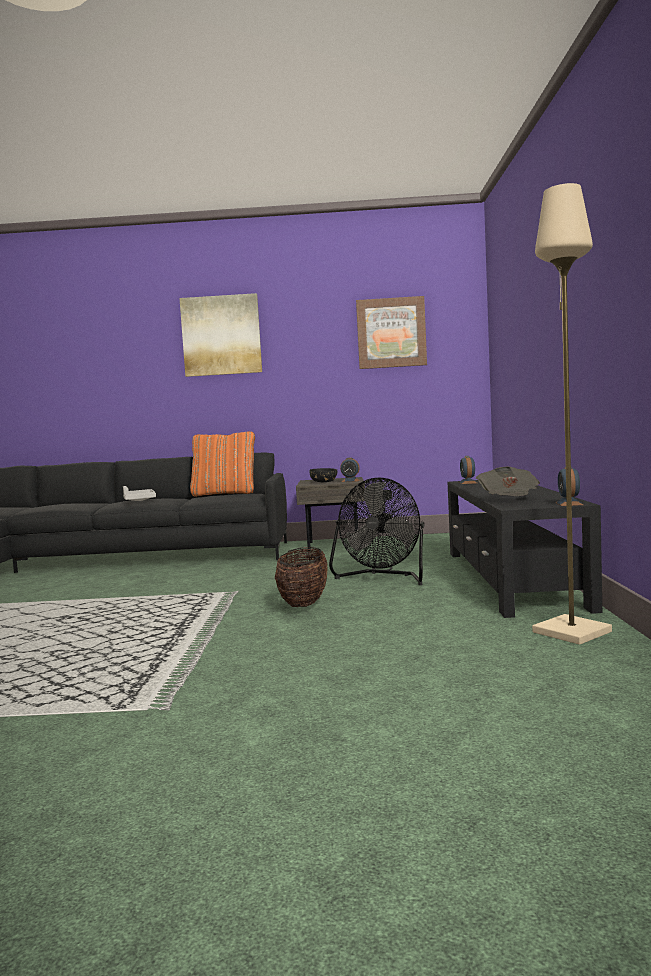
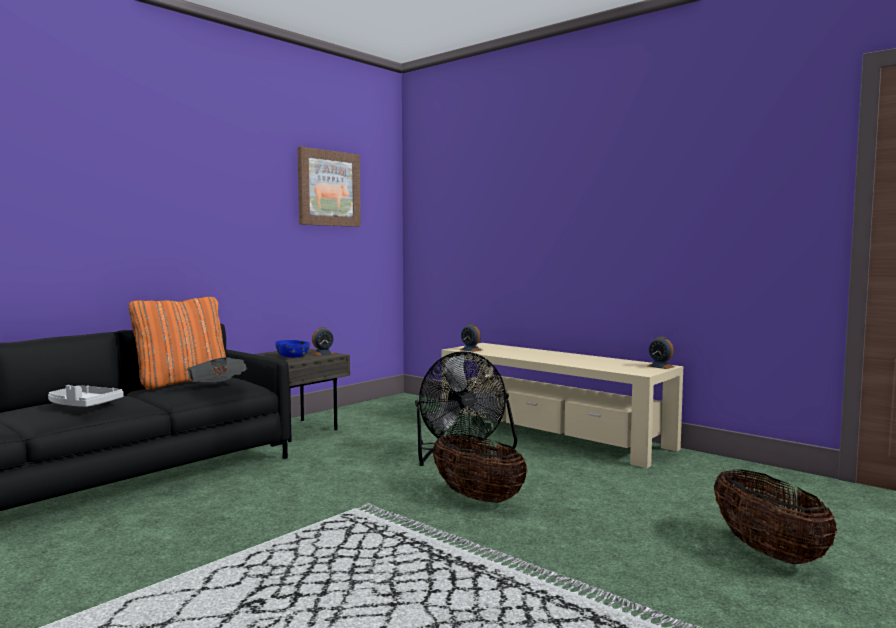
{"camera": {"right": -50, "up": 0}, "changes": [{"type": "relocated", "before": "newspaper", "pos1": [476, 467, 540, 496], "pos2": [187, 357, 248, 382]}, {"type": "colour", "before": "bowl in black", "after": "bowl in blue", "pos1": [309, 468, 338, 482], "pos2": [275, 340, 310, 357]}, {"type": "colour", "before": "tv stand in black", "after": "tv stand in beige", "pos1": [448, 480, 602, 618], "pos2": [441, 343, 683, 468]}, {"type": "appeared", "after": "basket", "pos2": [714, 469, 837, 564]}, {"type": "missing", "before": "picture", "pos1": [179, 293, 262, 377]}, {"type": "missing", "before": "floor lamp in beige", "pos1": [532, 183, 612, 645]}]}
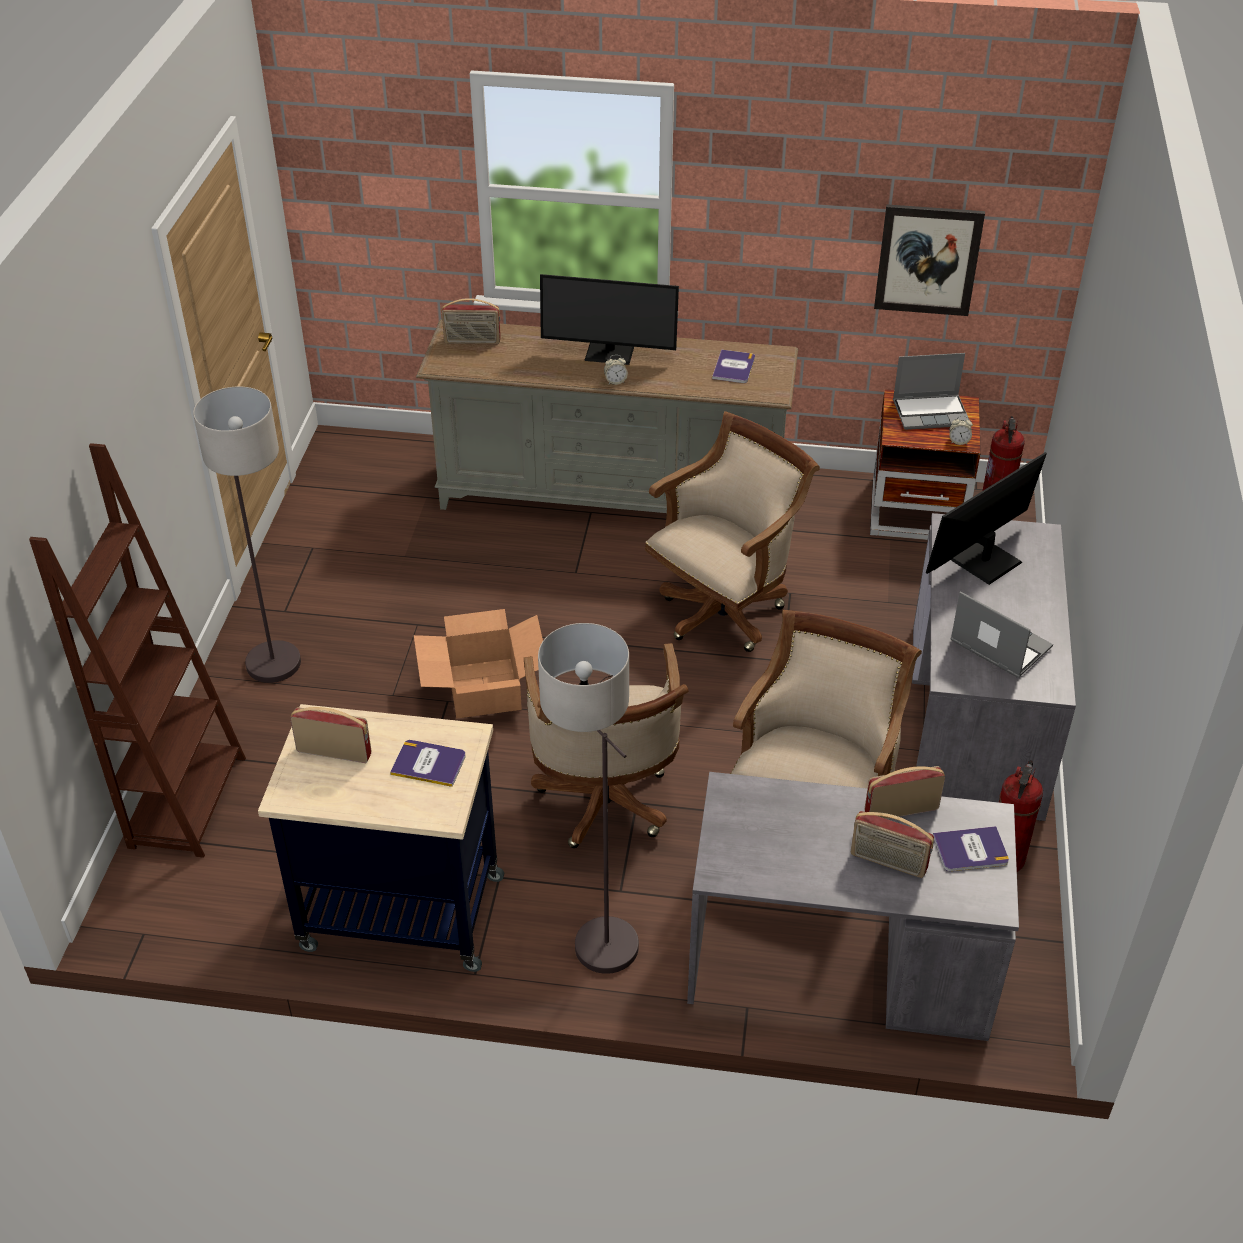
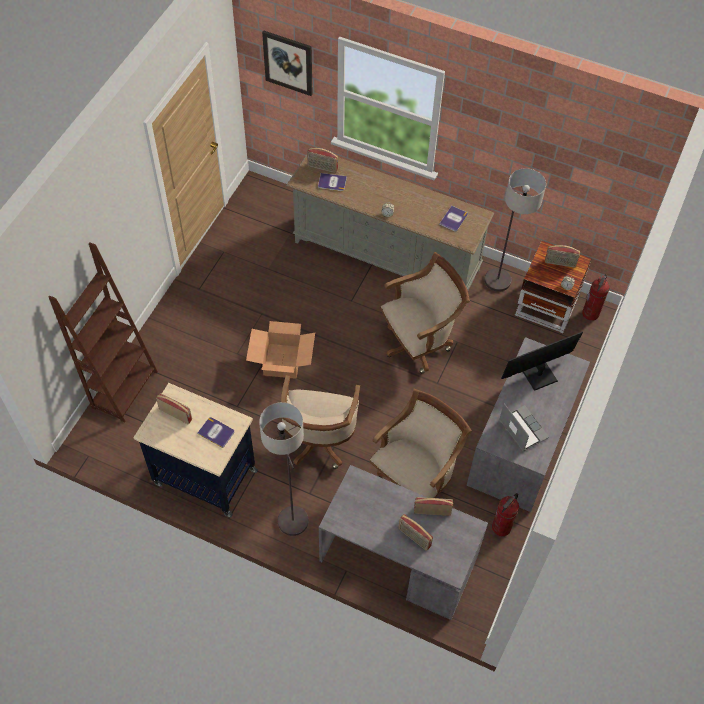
{"camera": {"right": 15, "up": 15}, "changes": [{"type": "relocated", "before": "picture", "pos1": [874, 204, 985, 316], "pos2": [262, 30, 313, 96]}, {"type": "relocated", "before": "book", "pos1": [933, 826, 1009, 871], "pos2": [318, 173, 347, 191]}, {"type": "relocated", "before": "floor lamp in grey", "pos1": [193, 387, 301, 683], "pos2": [484, 168, 546, 292]}, {"type": "exchanged", "before": "laptop", "after": "radio", "pos1": [893, 353, 970, 430], "pos2": [545, 245, 580, 268]}, {"type": "missing", "before": "monitor", "pos1": [540, 274, 679, 365]}]}
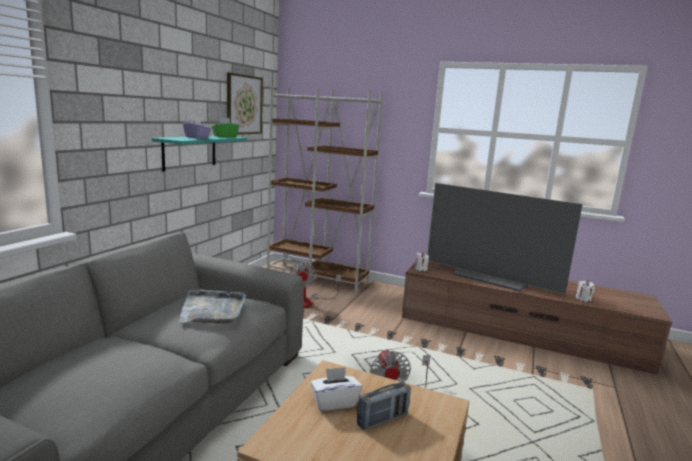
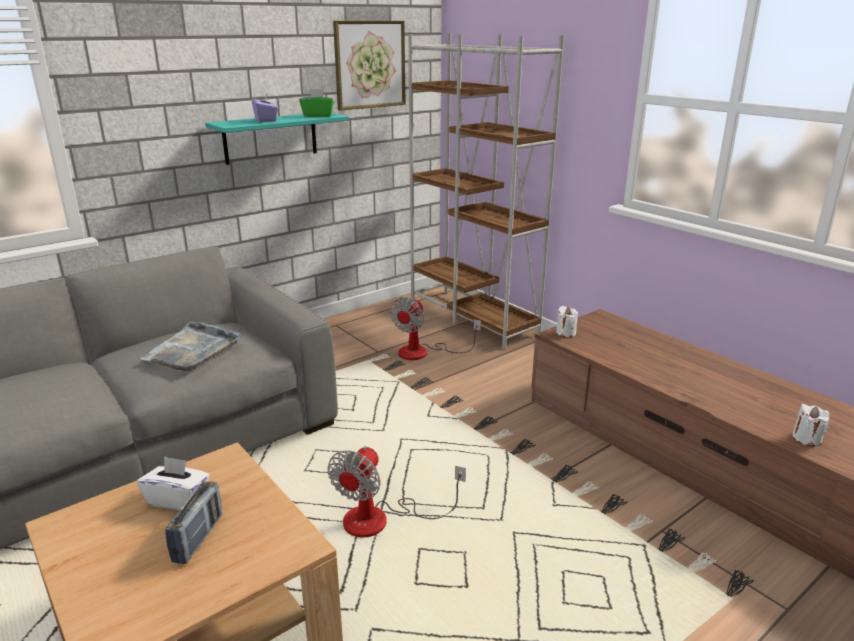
{"camera": {"right": 30, "up": 10}, "changes": [{"type": "spun", "before": "radio", "pos1": [357, 382, 411, 430], "pos2": [165, 481, 222, 564], "turn": -75}, {"type": "missing", "before": "television", "pos1": [428, 183, 583, 294]}]}
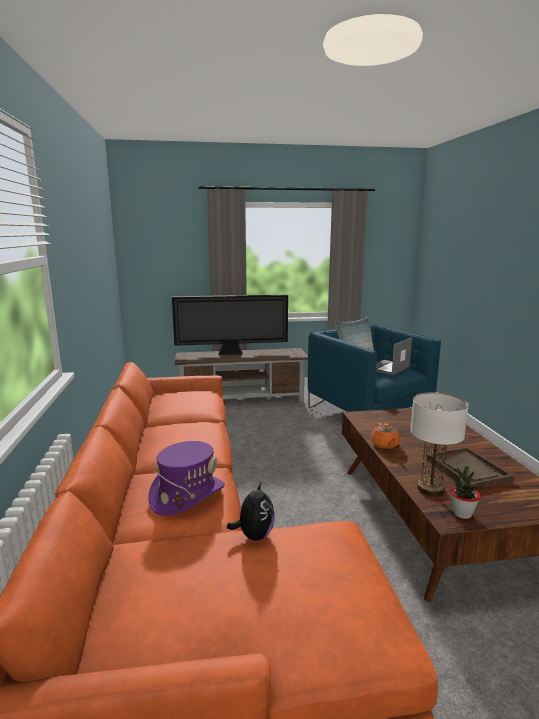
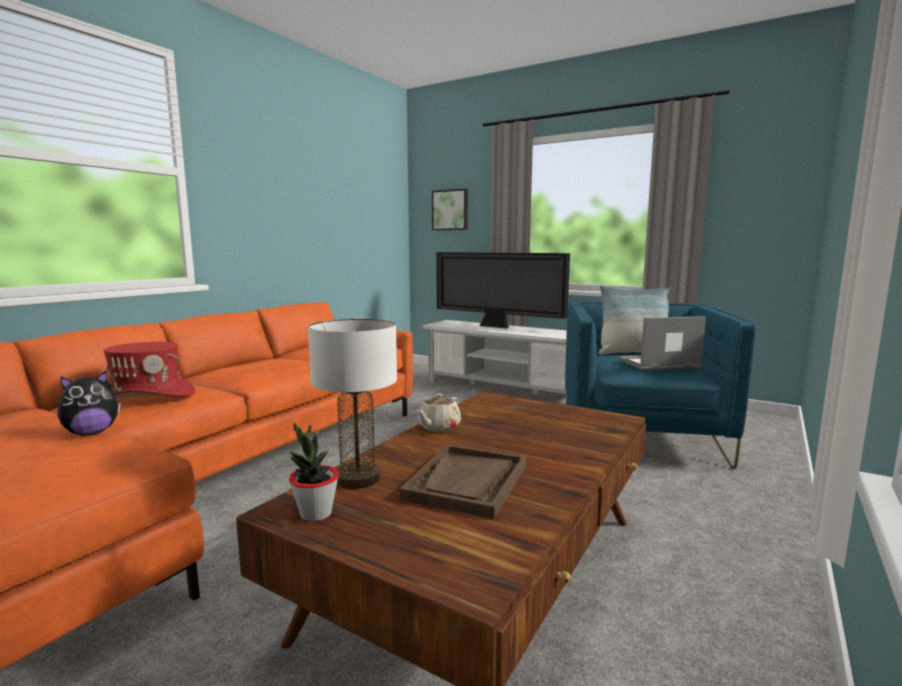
{"camera": {"right": 40, "up": -5}, "changes": [{"type": "colour", "before": "hat in purple", "after": "hat in red", "pos1": [148, 441, 225, 516], "pos2": [104, 342, 196, 398]}, {"type": "colour", "before": "teapot in orange", "after": "teapot in beige", "pos1": [371, 423, 400, 449], "pos2": [417, 393, 461, 432]}, {"type": "colour", "before": "tv stand in brown", "after": "tv stand in white", "pos1": [174, 348, 308, 403], "pos2": [423, 320, 567, 399]}, {"type": "appeared", "after": "picture", "pos2": [432, 189, 468, 230]}]}
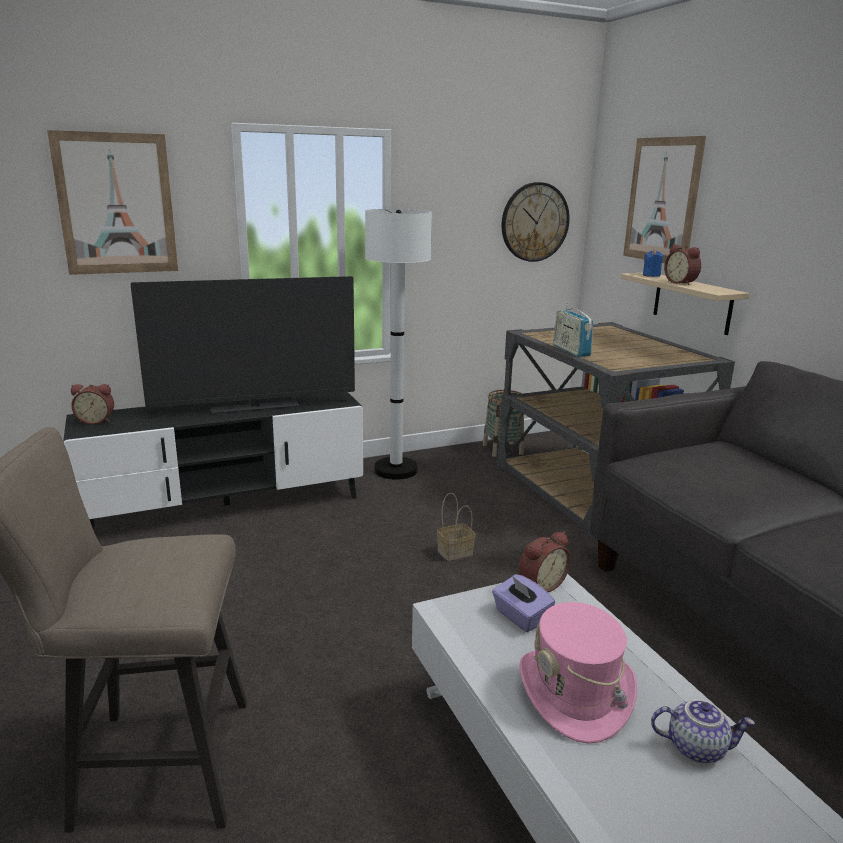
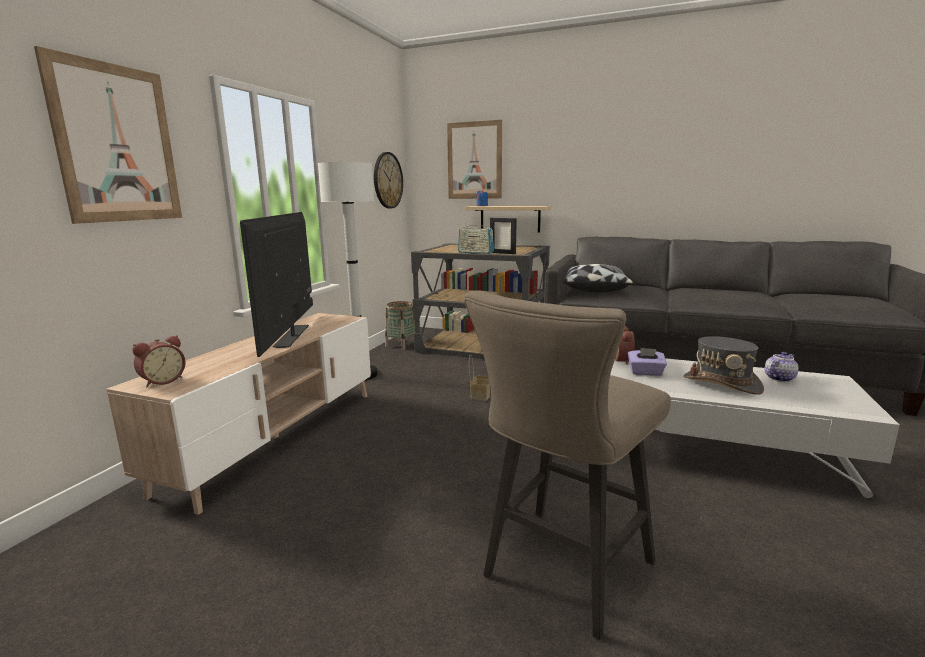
{"camera": {"right": -45, "up": -5}, "changes": [{"type": "colour", "before": "tv stand in black", "after": "tv stand in beige", "pos1": [63, 392, 363, 530], "pos2": [107, 313, 371, 515]}, {"type": "spun", "before": "television", "pos1": [130, 276, 355, 414], "pos2": [240, 212, 313, 357], "turn": 150}, {"type": "appeared", "after": "picture frame", "pos2": [490, 218, 517, 254]}, {"type": "appeared", "after": "pillow", "pos2": [563, 264, 634, 292]}, {"type": "colour", "before": "hat in pink", "after": "hat in grey", "pos1": [519, 602, 637, 744], "pos2": [683, 336, 764, 395]}, {"type": "missing", "before": "alarm clock", "pos1": [664, 244, 701, 285]}]}
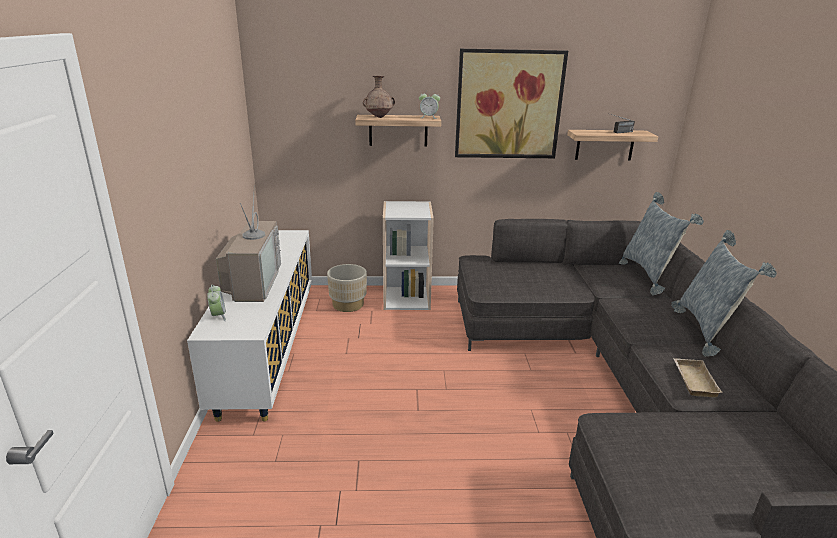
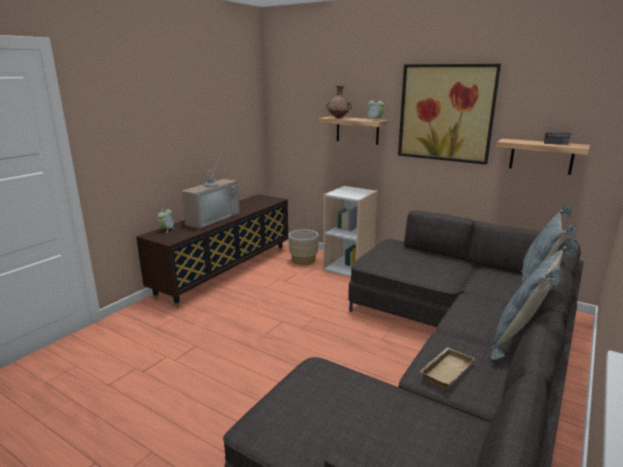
{"camera": {"right": 35, "up": -5}, "changes": [{"type": "colour", "before": "tv stand in white", "after": "tv stand in brown", "pos1": [187, 230, 312, 422], "pos2": [136, 194, 288, 307]}]}
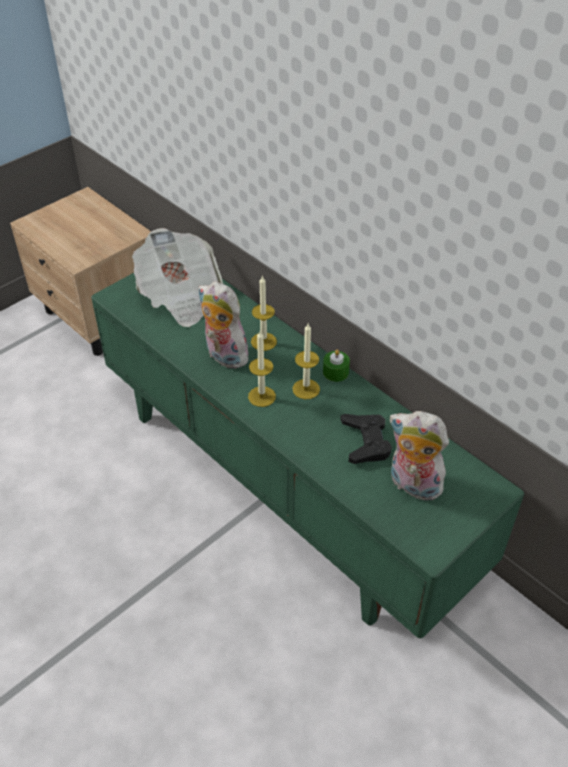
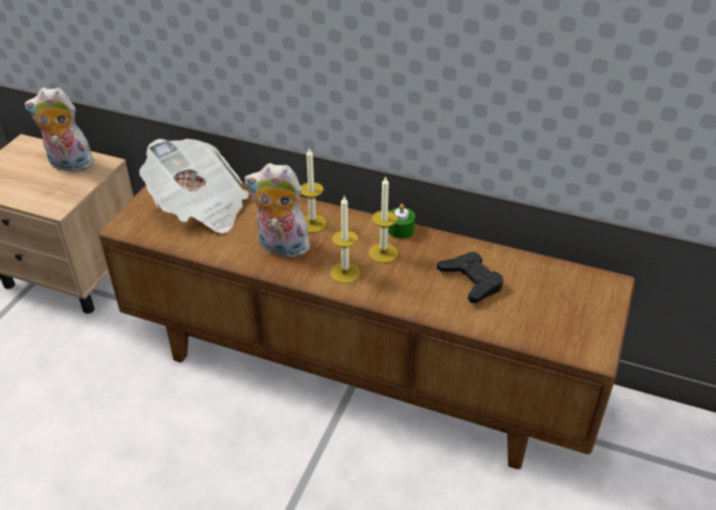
{"camera": {"right": -25, "up": -5}, "changes": [{"type": "relocated", "before": "plush toy", "pos1": [389, 411, 449, 500], "pos2": [24, 87, 94, 173]}, {"type": "colour", "before": "tv stand in green", "after": "tv stand in brown", "pos1": [91, 273, 524, 638], "pos2": [98, 182, 635, 469]}]}
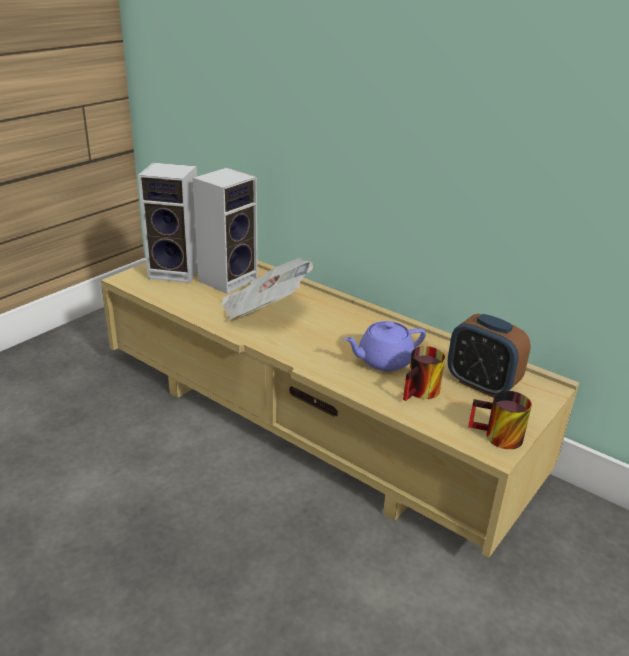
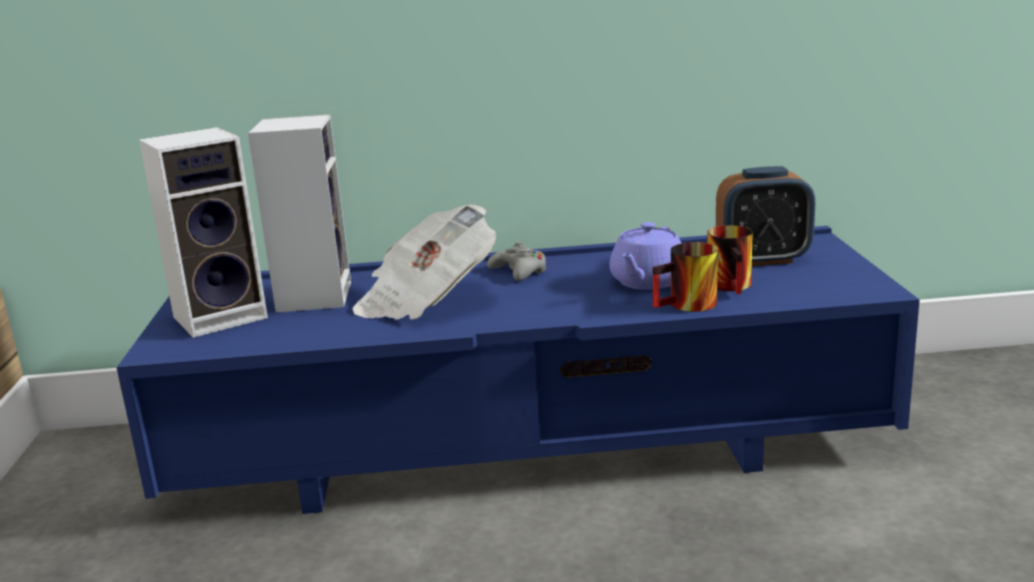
{"camera": {"right": -40, "up": -10}, "changes": [{"type": "colour", "before": "tv stand in beige", "after": "tv stand in blue", "pos1": [101, 260, 579, 558], "pos2": [116, 226, 920, 514]}, {"type": "appeared", "after": "game controller in grey", "pos2": [487, 241, 547, 281]}, {"type": "relocated", "before": "mug", "pos1": [468, 391, 532, 449], "pos2": [653, 242, 718, 312]}]}
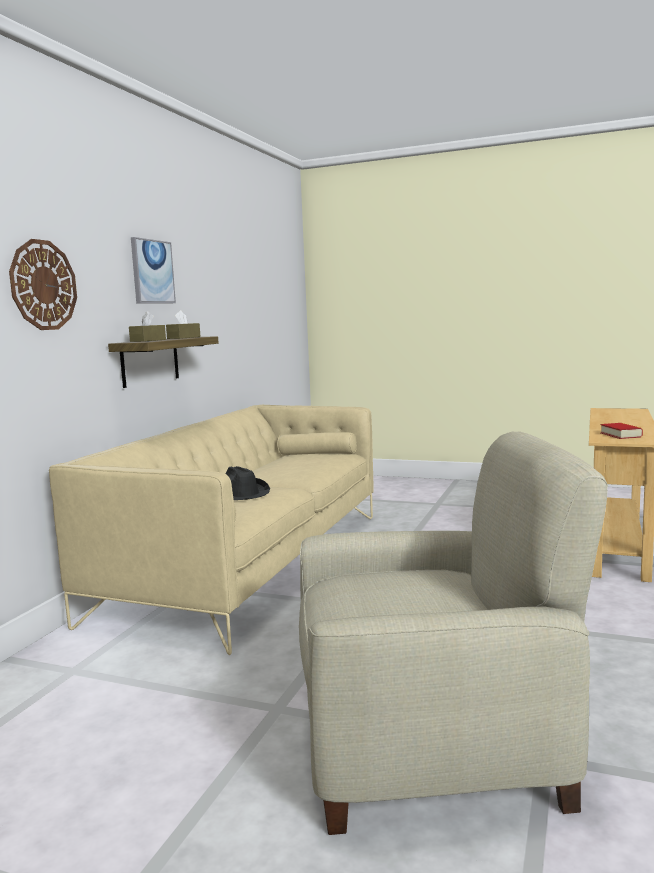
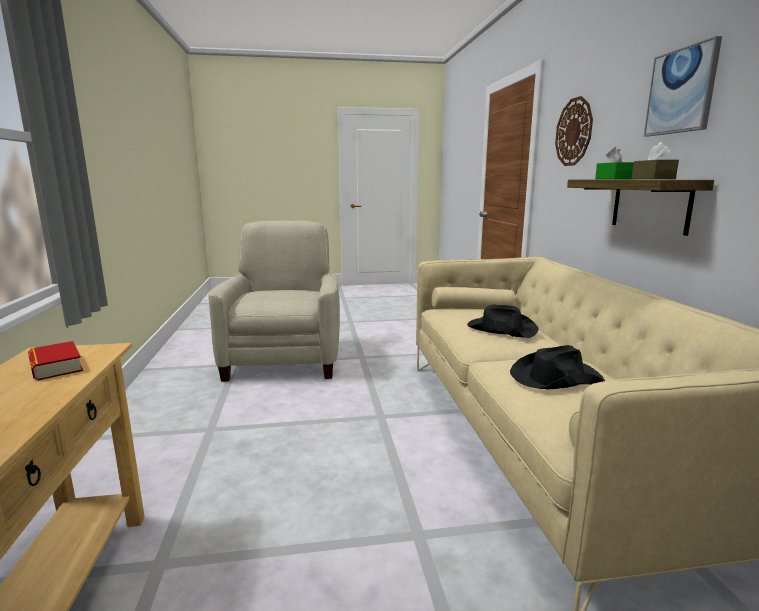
{"camera": {"right": 150, "up": 5}, "changes": [{"type": "spun", "before": "armchair in beige", "pos1": [299, 431, 608, 835], "pos2": [208, 221, 340, 382], "turn": 120}, {"type": "appeared", "after": "hat in black", "pos2": [510, 345, 605, 389]}, {"type": "colour", "before": "tissue box in brown", "after": "tissue box in green", "pos1": [129, 311, 166, 342], "pos2": [595, 147, 634, 179]}]}
